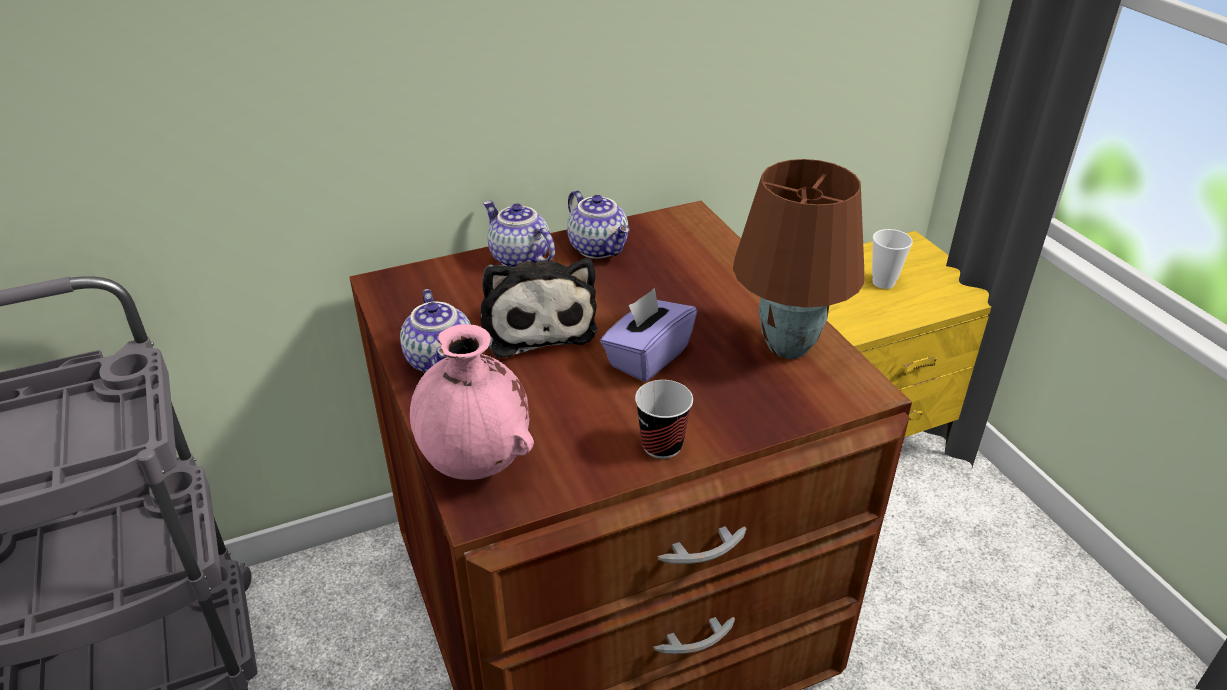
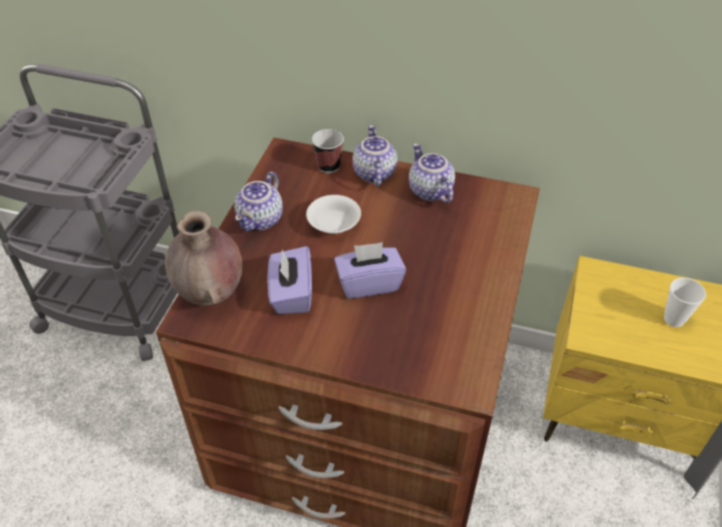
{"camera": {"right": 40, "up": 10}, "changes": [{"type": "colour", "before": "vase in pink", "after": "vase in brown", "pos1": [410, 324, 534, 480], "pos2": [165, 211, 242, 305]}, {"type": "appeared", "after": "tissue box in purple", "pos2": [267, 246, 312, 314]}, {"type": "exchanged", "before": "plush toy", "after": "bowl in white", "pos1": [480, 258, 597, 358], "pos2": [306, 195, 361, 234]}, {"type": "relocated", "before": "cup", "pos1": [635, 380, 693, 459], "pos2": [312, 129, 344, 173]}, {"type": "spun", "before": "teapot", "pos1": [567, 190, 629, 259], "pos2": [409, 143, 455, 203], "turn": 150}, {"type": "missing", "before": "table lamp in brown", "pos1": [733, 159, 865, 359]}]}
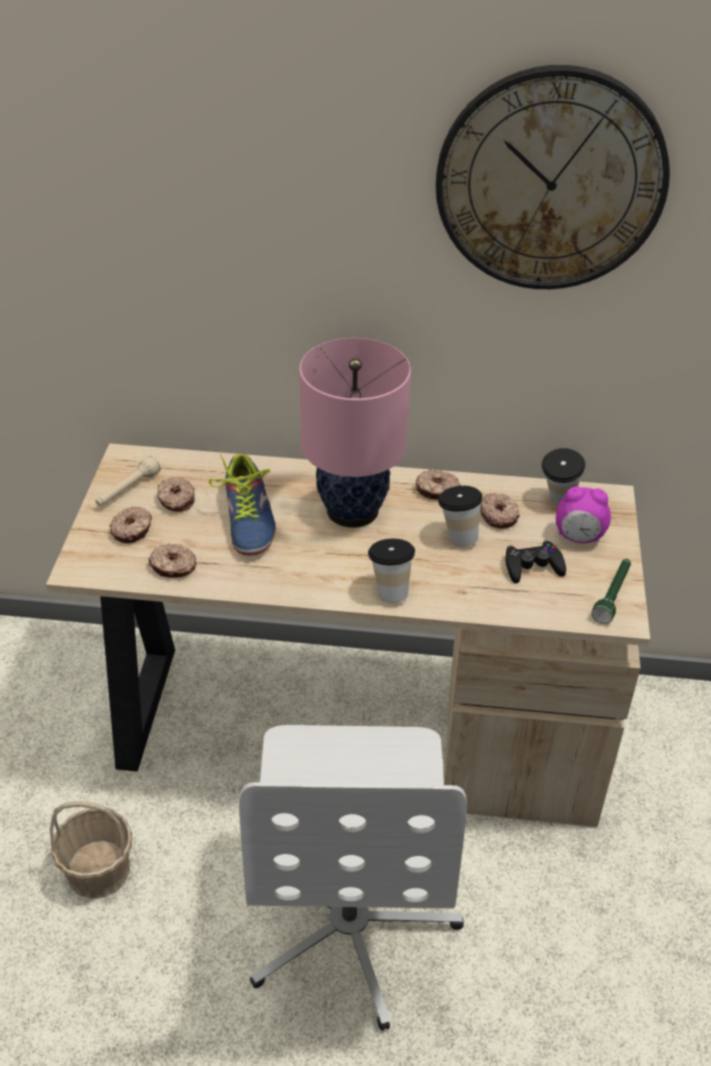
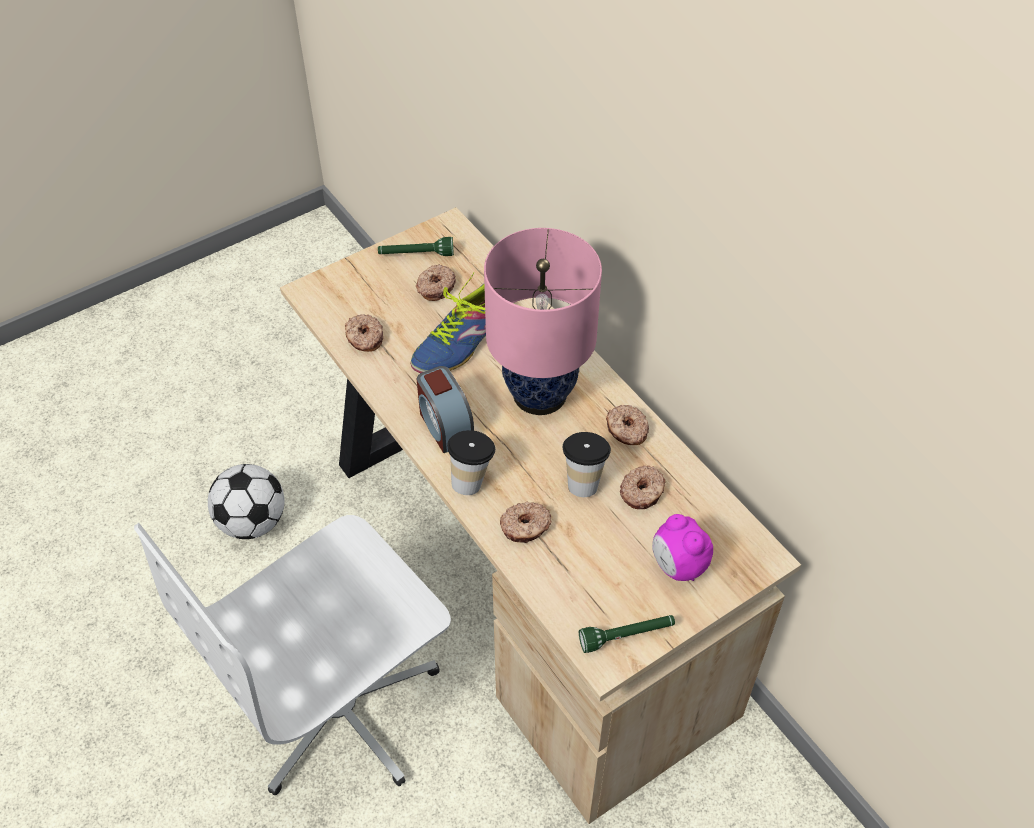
{"camera": {"right": 50, "up": 10}, "changes": [{"type": "exchanged", "before": "basket", "after": "football", "pos1": [50, 801, 132, 899], "pos2": [208, 464, 284, 539]}, {"type": "colour", "before": "flashlight in beige", "after": "flashlight in green", "pos1": [95, 456, 161, 506], "pos2": [378, 237, 454, 256]}, {"type": "appeared", "after": "alarm clock", "pos2": [417, 366, 474, 453]}, {"type": "relocated", "before": "donut", "pos1": [109, 507, 152, 543], "pos2": [500, 502, 552, 543]}, {"type": "missing", "before": "wall clock", "pos1": [436, 65, 670, 289]}, {"type": "missing", "before": "game controller in black", "pos1": [506, 540, 566, 583]}, {"type": "missing", "before": "cup", "pos1": [542, 448, 585, 504]}]}
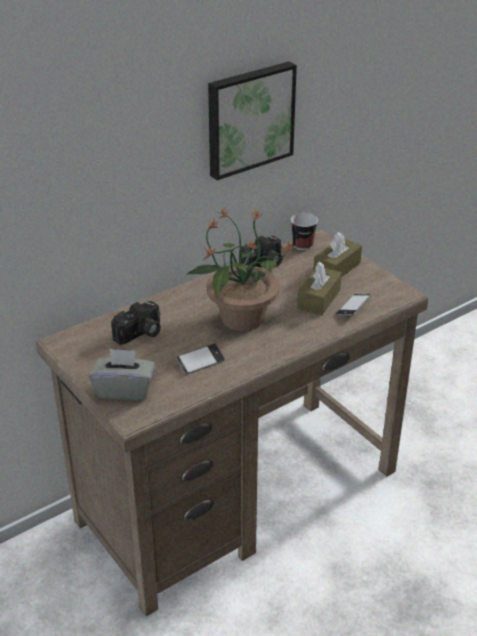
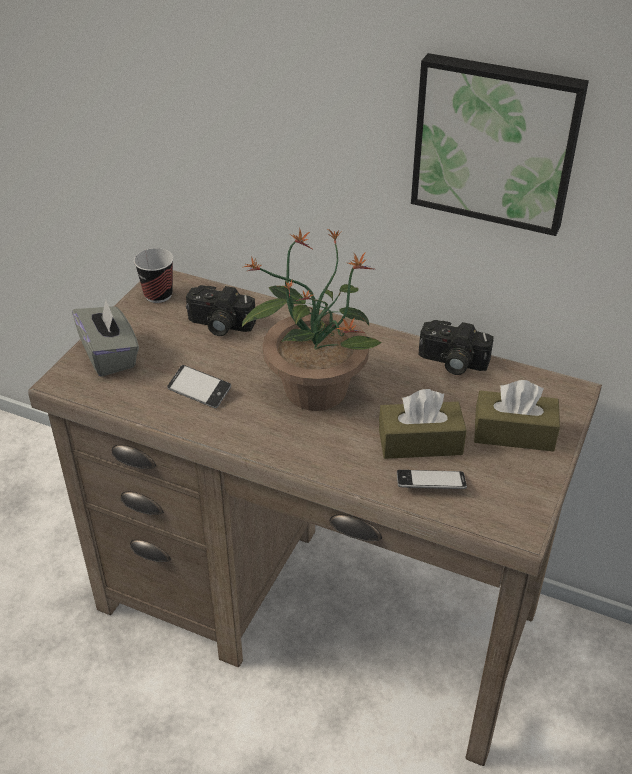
{"camera": {"right": 60, "up": 5}, "changes": [{"type": "relocated", "before": "cup", "pos1": [291, 213, 318, 250], "pos2": [134, 248, 174, 303]}]}
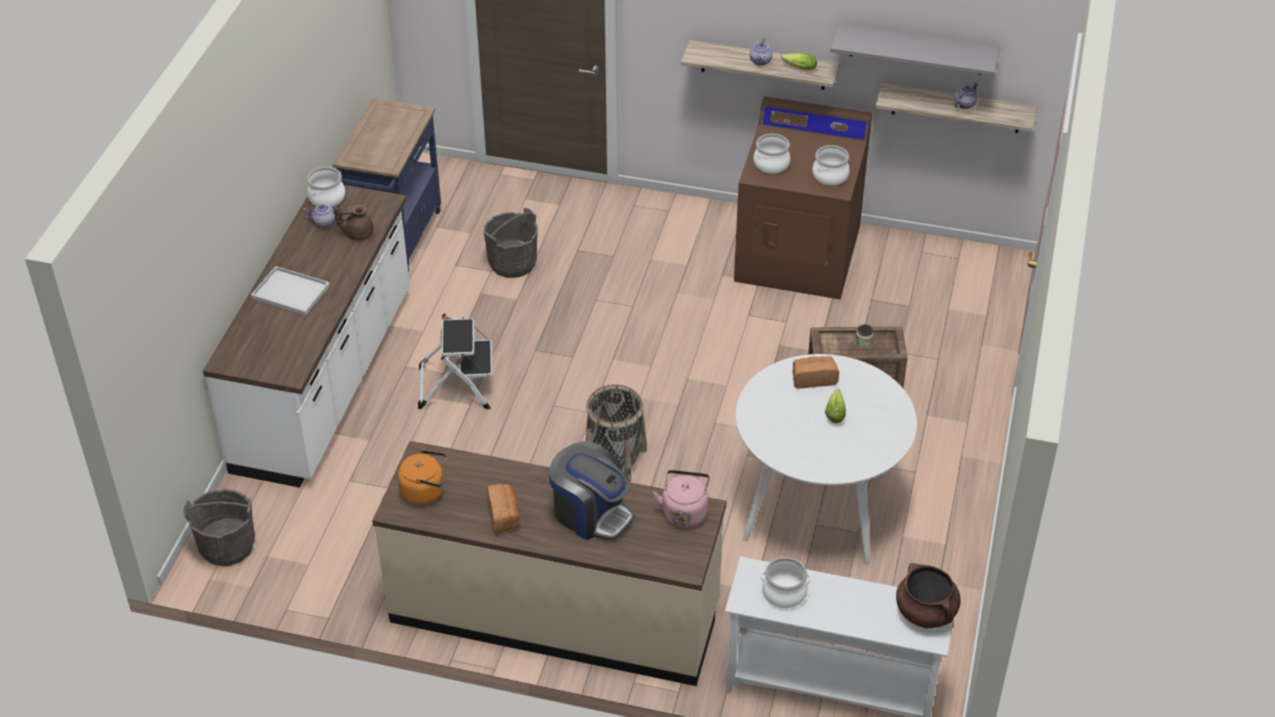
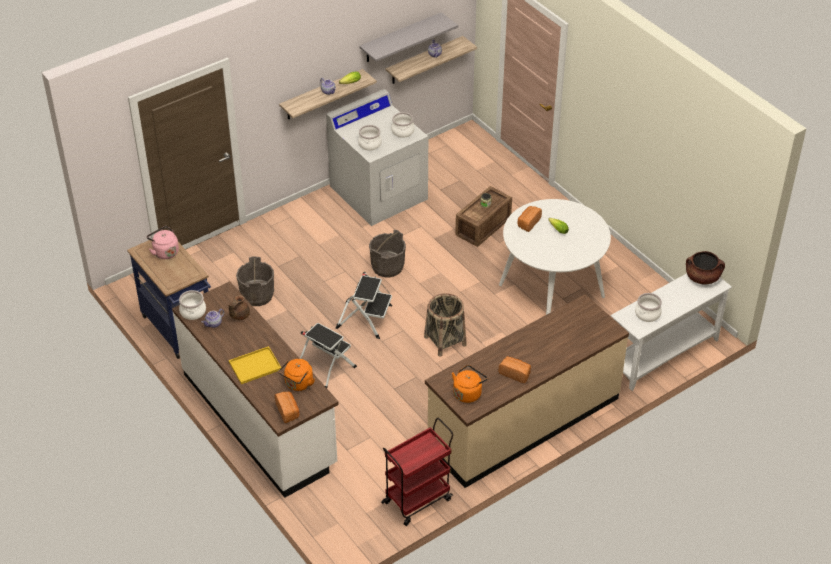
{"camera": {"right": -50, "up": 0}, "changes": [{"type": "relocated", "before": "kettle in pink", "pos1": [653, 470, 710, 527], "pos2": [147, 226, 179, 259]}, {"type": "colour", "before": "tray in white", "after": "tray in yellow", "pos1": [251, 266, 330, 315], "pos2": [229, 346, 281, 384]}, {"type": "appeared", "after": "bread", "pos2": [275, 391, 299, 423]}, {"type": "appeared", "after": "kettle in orange", "pos2": [279, 359, 315, 391]}, {"type": "colour", "before": "washing machine in brown", "after": "washing machine in white", "pos1": [734, 96, 872, 300], "pos2": [326, 89, 428, 226]}, {"type": "appeared", "after": "step ladder", "pos2": [335, 272, 392, 339]}, {"type": "relocated", "before": "bucket in grey", "pos1": [183, 489, 255, 566], "pos2": [369, 230, 406, 278]}, {"type": "appeared", "after": "cart in red", "pos2": [381, 418, 454, 526]}, {"type": "missing", "before": "coffee machine", "pos1": [549, 441, 635, 540]}]}
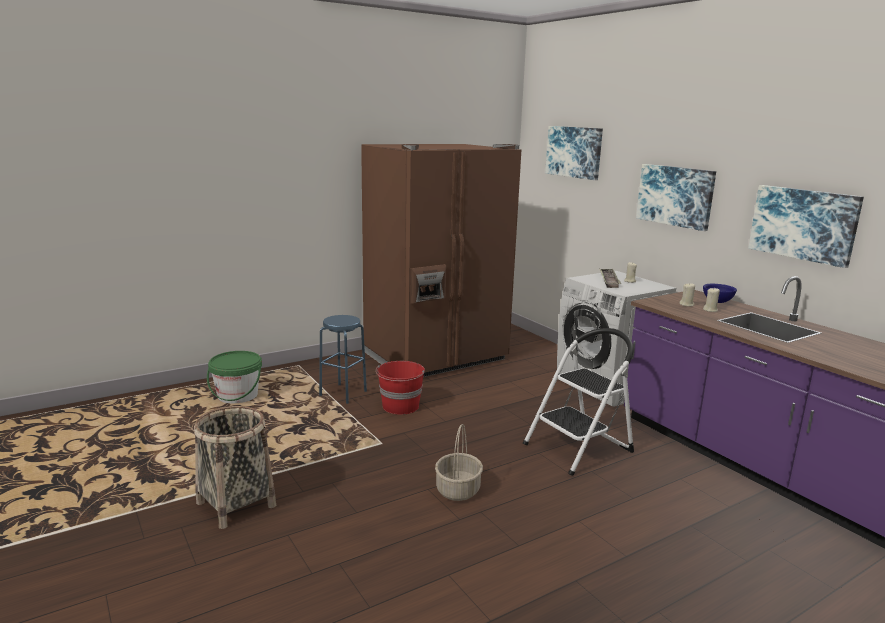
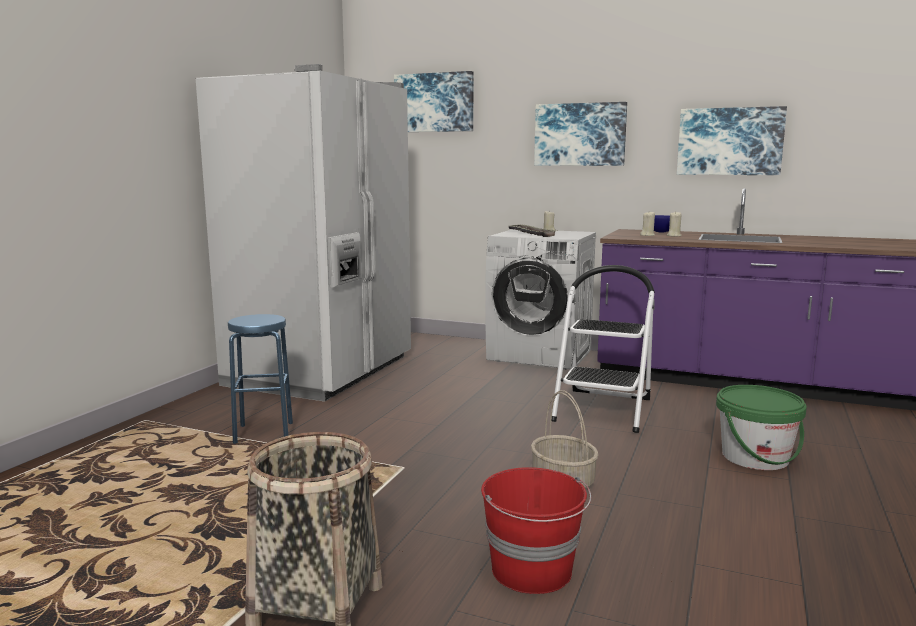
{"camera": {"right": -35, "up": -5}, "changes": [{"type": "colour", "before": "fridge in brown", "after": "fridge in white", "pos1": [361, 144, 521, 377], "pos2": [196, 64, 411, 402]}, {"type": "relocated", "before": "bucket in red", "pos1": [376, 361, 425, 415], "pos2": [481, 467, 591, 594]}, {"type": "relocated", "before": "bucket in green", "pos1": [207, 351, 262, 403], "pos2": [716, 385, 807, 470]}]}
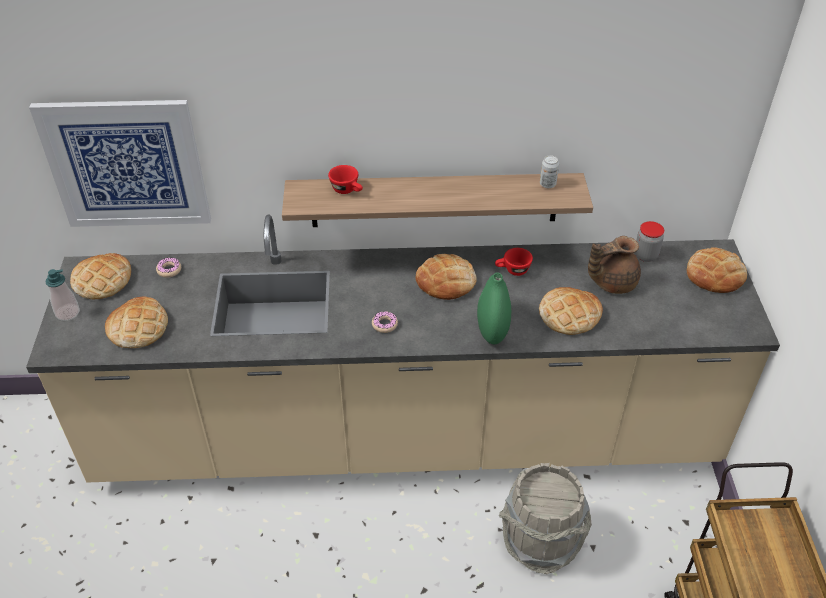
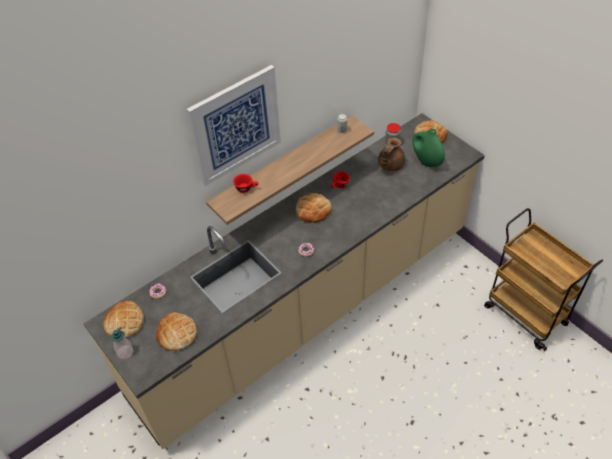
{"camera": {"right": -35, "up": 5}, "changes": [{"type": "relocated", "before": "picture", "pos1": [29, 100, 211, 227], "pos2": [187, 65, 281, 186]}, {"type": "relocated", "before": "vase in green", "pos1": [477, 272, 511, 344], "pos2": [412, 128, 445, 167]}, {"type": "missing", "before": "bucket in grey", "pos1": [499, 463, 592, 575]}, {"type": "missing", "before": "bread", "pos1": [539, 287, 603, 335]}]}
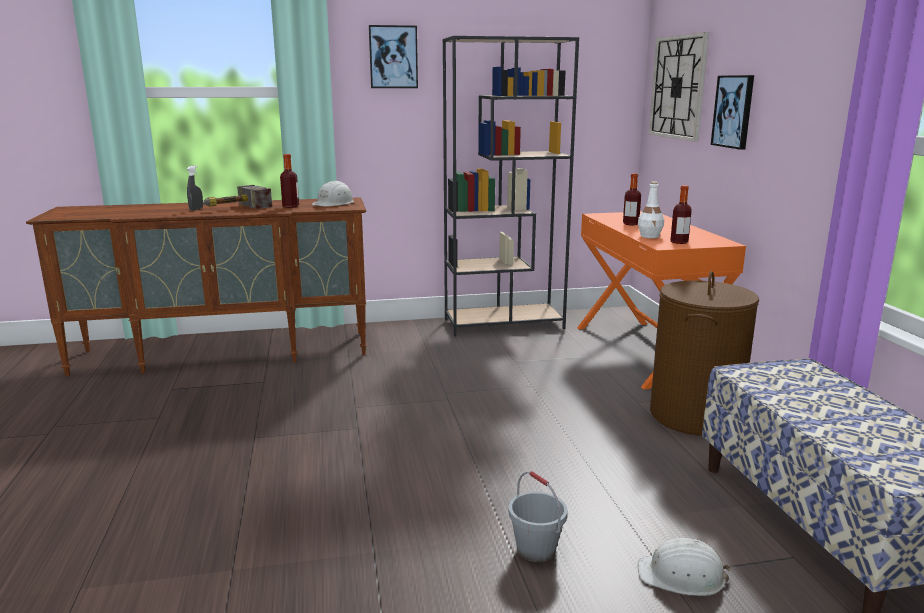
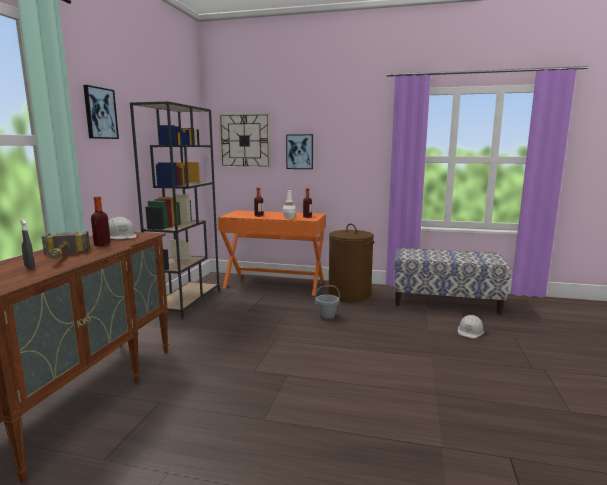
{"camera": {"right": -65, "up": -5}, "changes": [{"type": "relocated", "before": "bucket in grey", "pos1": [509, 471, 568, 562], "pos2": [315, 285, 340, 320]}]}
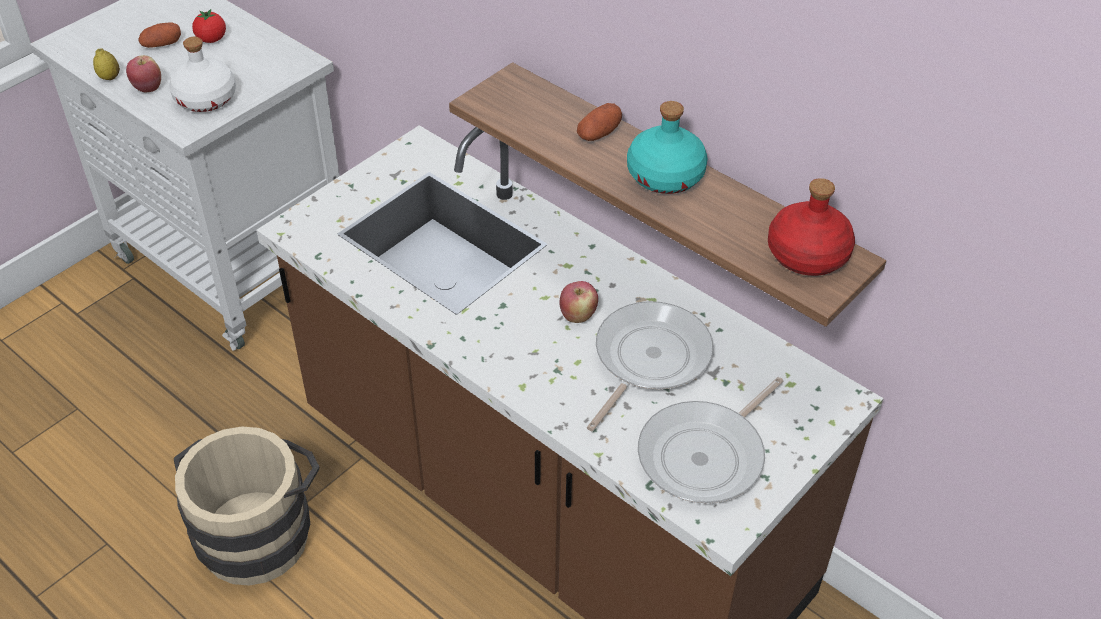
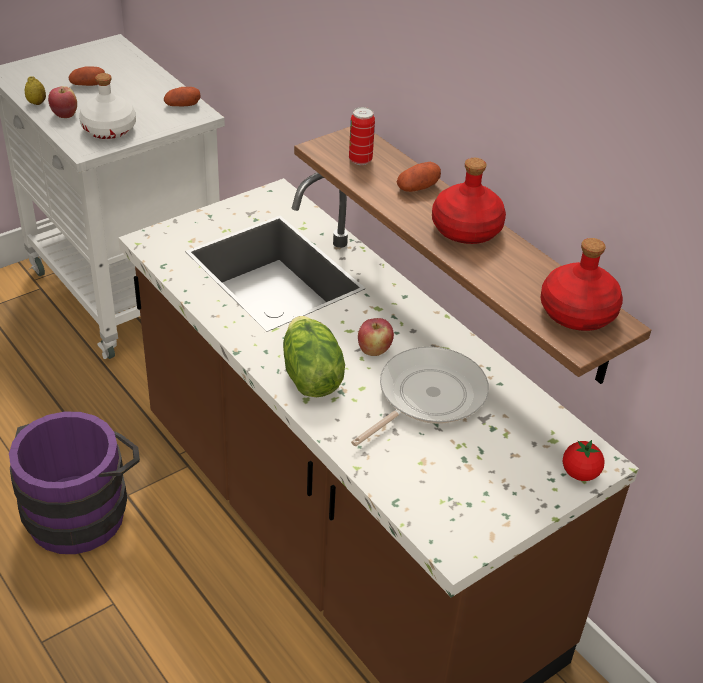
{"camera": {"right": 10, "up": -5}, "changes": [{"type": "colour", "before": "bucket in beige", "after": "bucket in purple", "pos1": [174, 426, 319, 586], "pos2": [9, 412, 140, 554]}, {"type": "appeared", "after": "potato", "pos2": [164, 87, 200, 107]}, {"type": "appeared", "after": "lettuce", "pos2": [283, 316, 345, 397]}, {"type": "appeared", "after": "can", "pos2": [349, 107, 375, 165]}, {"type": "colour", "before": "bottle in turquoise", "after": "bottle in red", "pos1": [627, 101, 708, 194], "pos2": [432, 158, 506, 244]}, {"type": "relocated", "before": "tomato", "pos1": [192, 9, 226, 43], "pos2": [563, 440, 605, 481]}, {"type": "missing", "before": "frying pan", "pos1": [638, 377, 784, 503]}]}
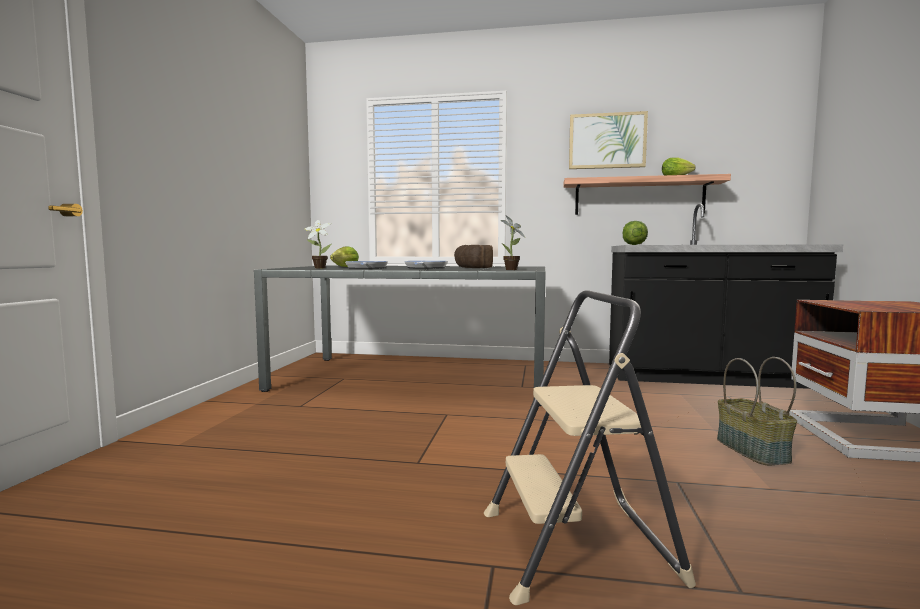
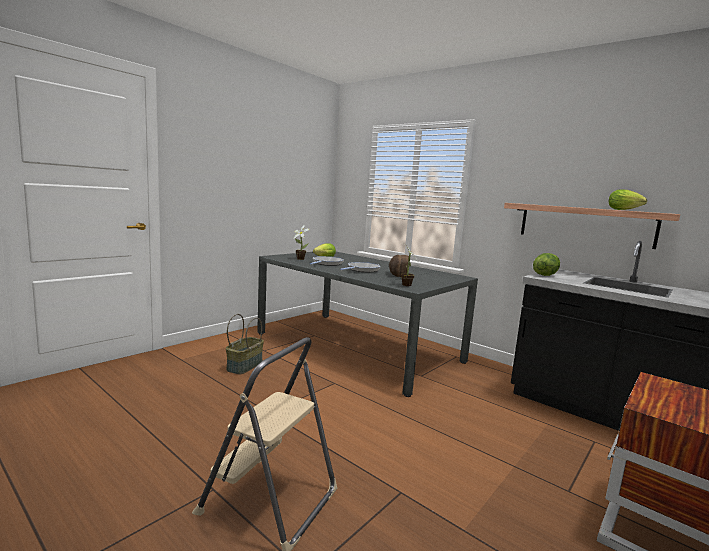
{"camera": {"right": 30, "up": 5}, "changes": [{"type": "relocated", "before": "basket", "pos1": [717, 357, 797, 465], "pos2": [226, 314, 264, 374]}, {"type": "missing", "before": "picture", "pos1": [569, 111, 648, 169]}]}
